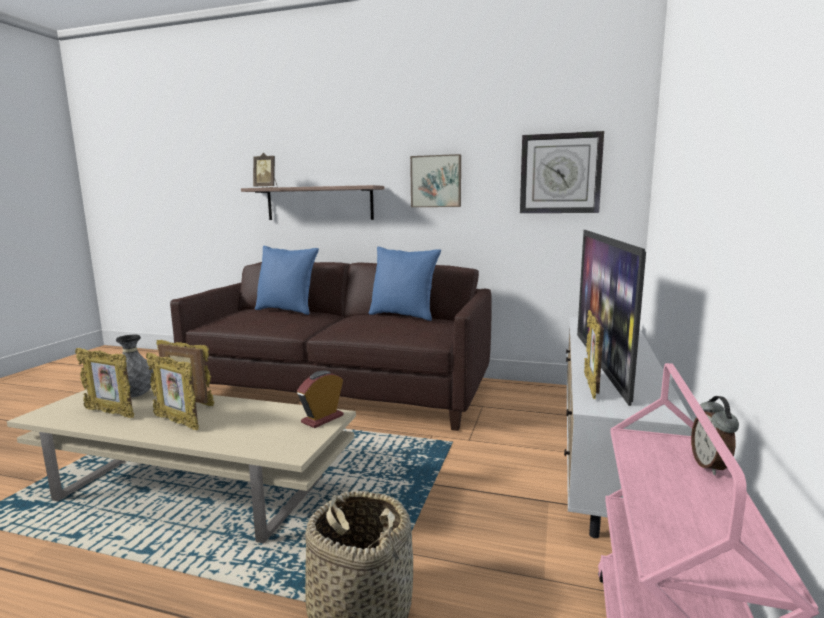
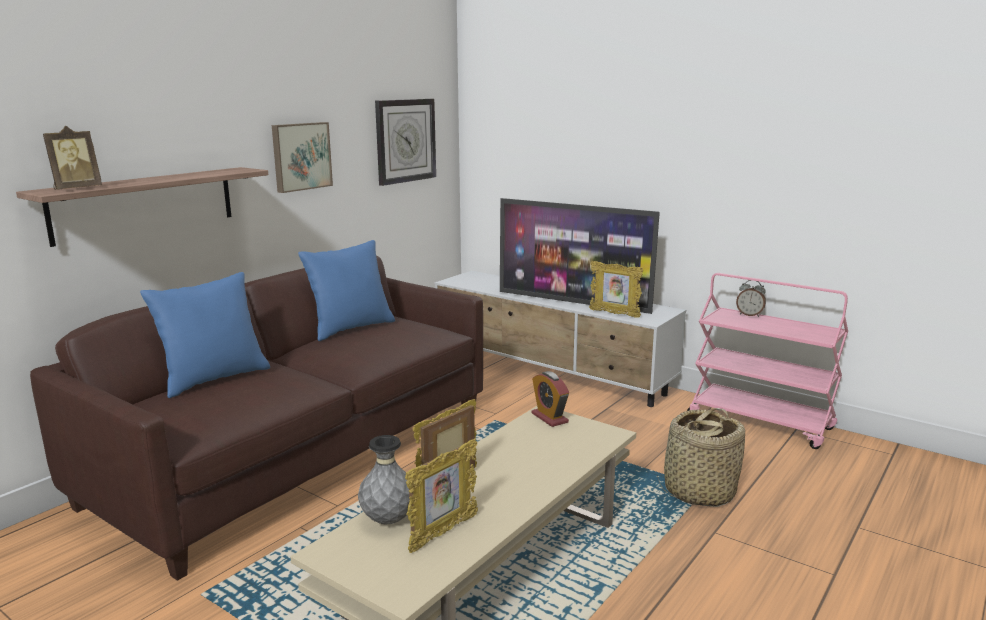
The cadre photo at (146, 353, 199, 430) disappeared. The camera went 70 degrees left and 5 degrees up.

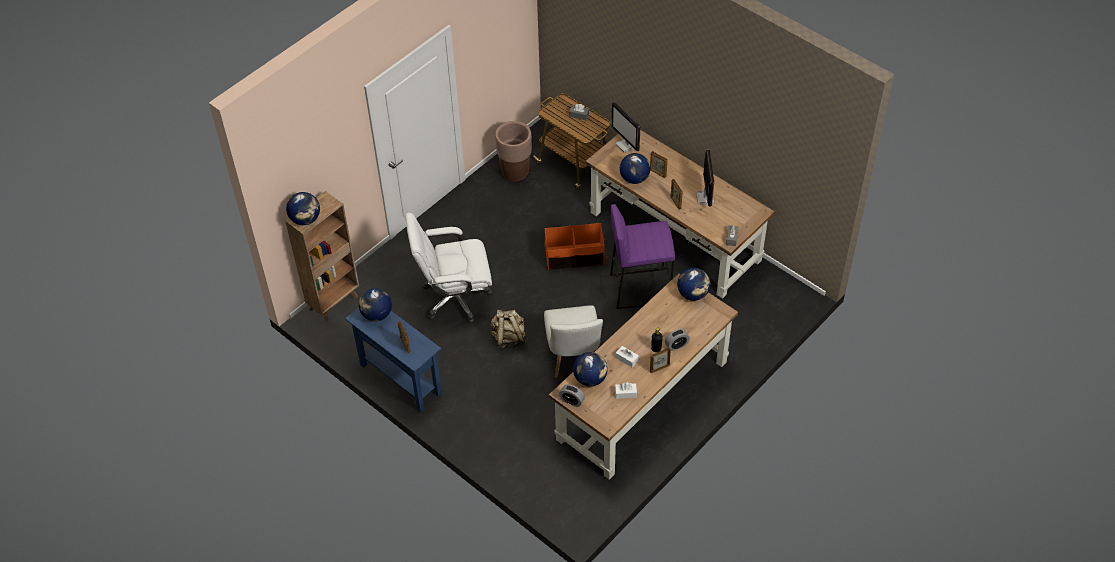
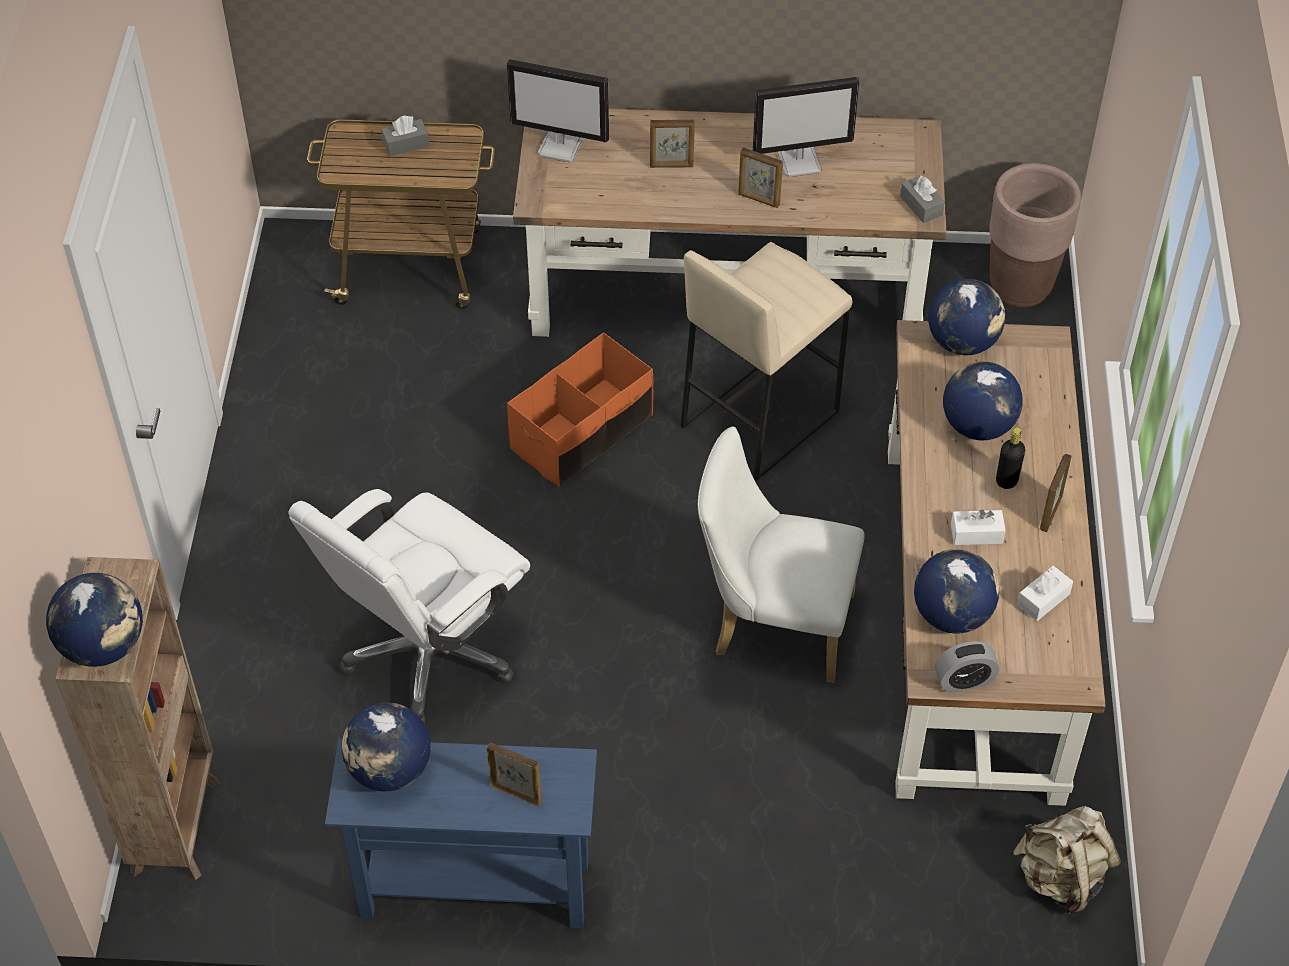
The cache-pot [marron] moved from (495, 121, 532, 182) to (989, 163, 1081, 308). The écran d'ordinateur at (696, 150, 714, 206) turned 120 degrees clockwise. The globe moved from (620, 153, 650, 184) to (943, 362, 1023, 440). The tabouret [violet] at (610, 204, 675, 309) became the tabouret [beige] at (680, 242, 852, 482). The chaise [blanc] at (544, 305, 603, 378) turned 150 degrees clockwise. The sac à dos [beige] moved from (491, 309, 528, 348) to (1013, 806, 1121, 914). The réveil at (665, 329, 690, 351) disappeared. The camera went 40 degrees left and 0 degrees up.

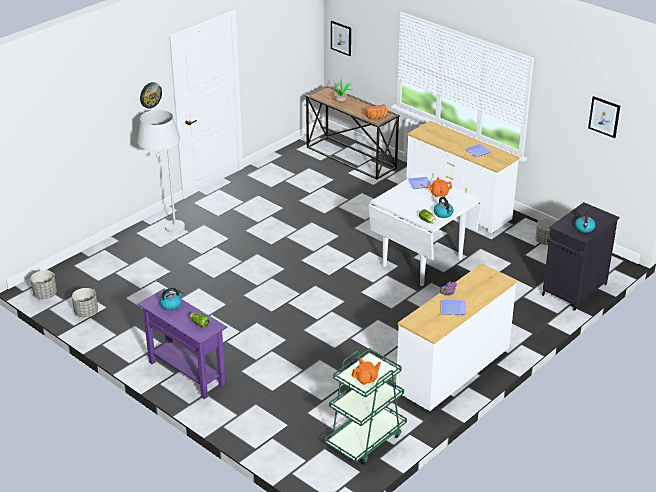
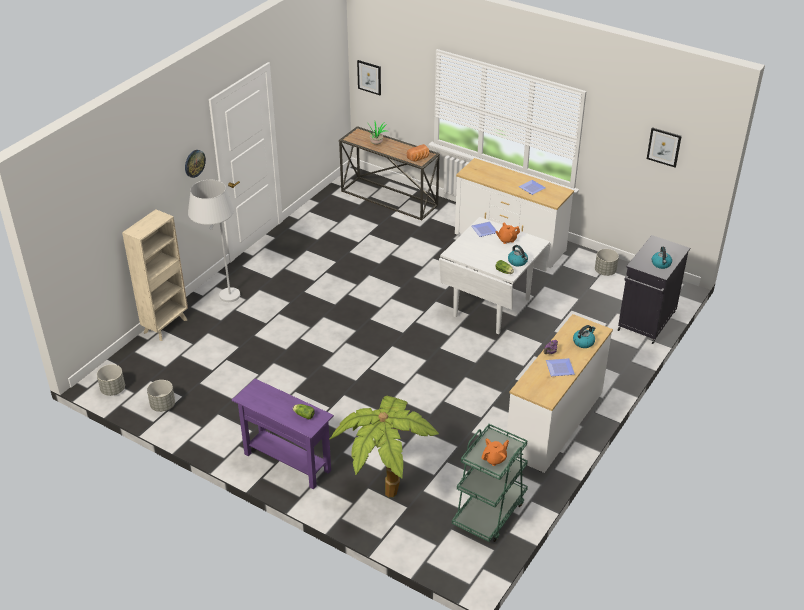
The bouilloire moved from (160, 288, 184, 311) to (573, 325, 596, 348). The bibliothèque [beige] at (122, 209, 188, 341) appeared. The plante en pot at (330, 396, 439, 497) appeared. The camera went 10 degrees left and 5 degrees up.

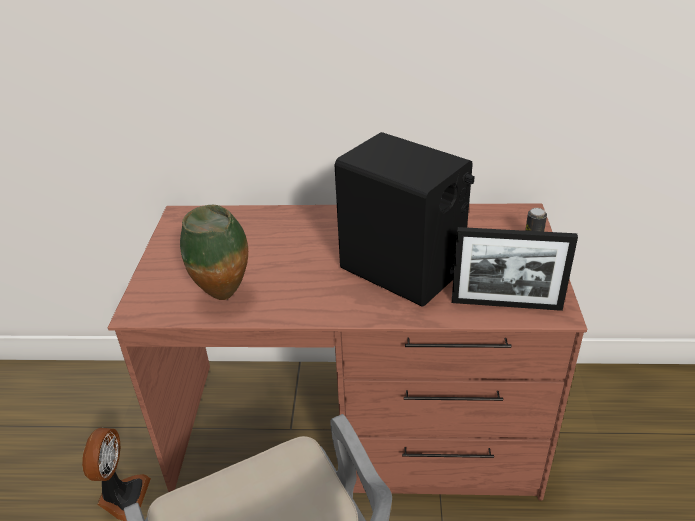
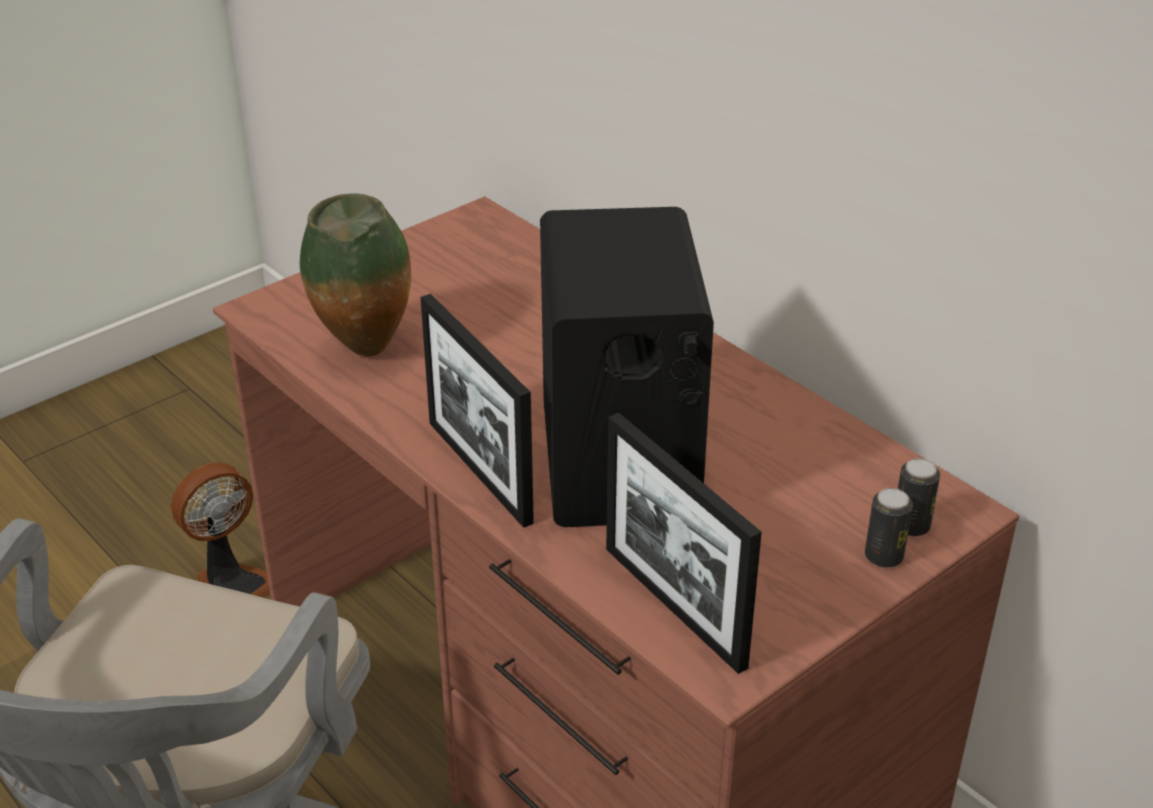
The cadre photo at (420, 294, 534, 528) appeared. The boîte métallique at (898, 458, 940, 536) appeared. The camera went 45 degrees right and 0 degrees up.

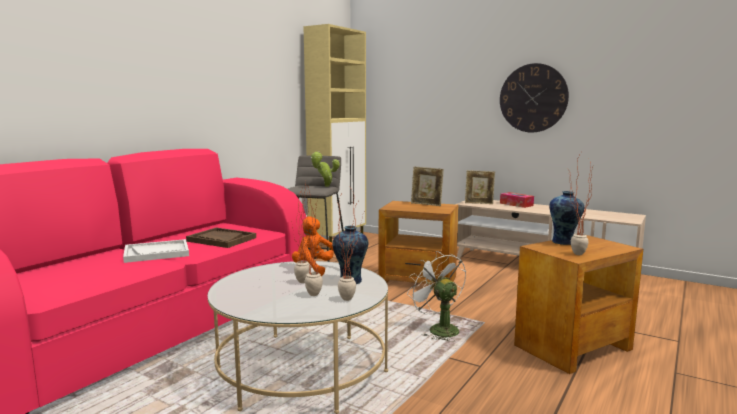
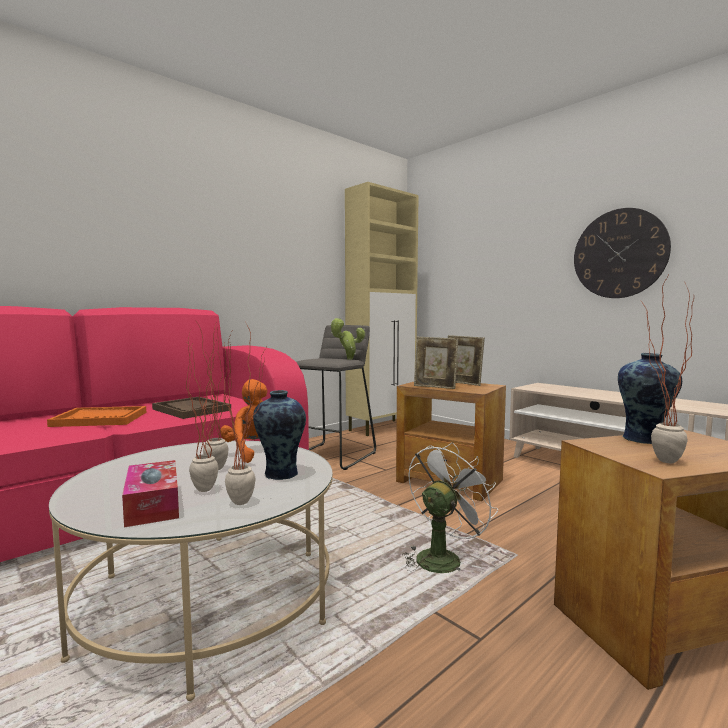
The cadre photo moved from (465, 170, 495, 204) to (414, 337, 458, 389). The boîte à mouchoirs moved from (500, 192, 534, 208) to (122, 460, 179, 527). The plateau [blanc] at (123, 239, 189, 263) became the plateau [orange] at (47, 406, 146, 427). The ventilateur [blanc] at (407, 251, 466, 342) turned 60 degrees clockwise. The camera went 15 degrees right and 5 degrees down.

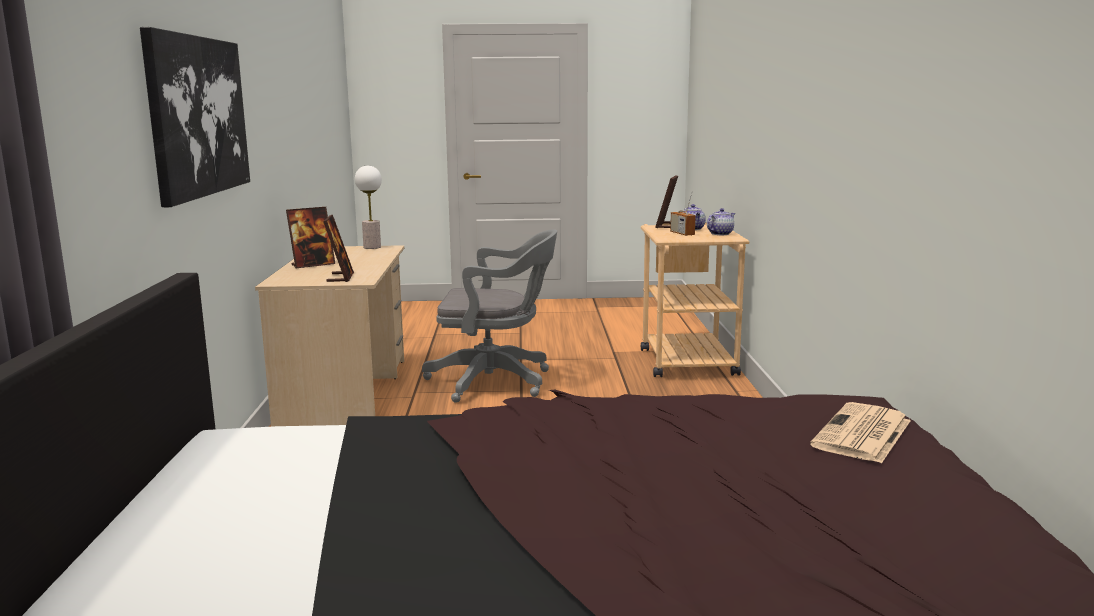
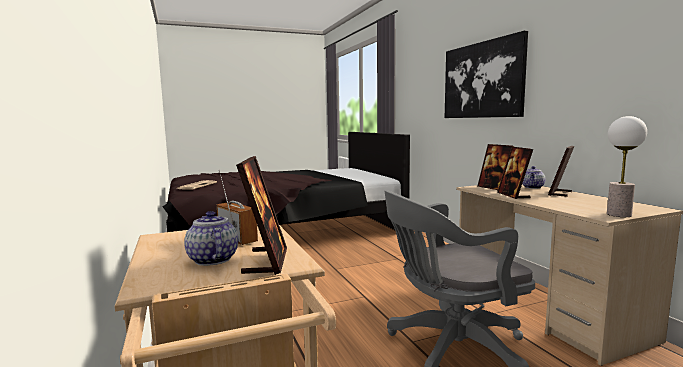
The théière moved from (707, 208, 735, 235) to (522, 166, 546, 189). The cadre photo at (497, 147, 533, 199) appeared. The camera went 160 degrees right and 5 degrees down.

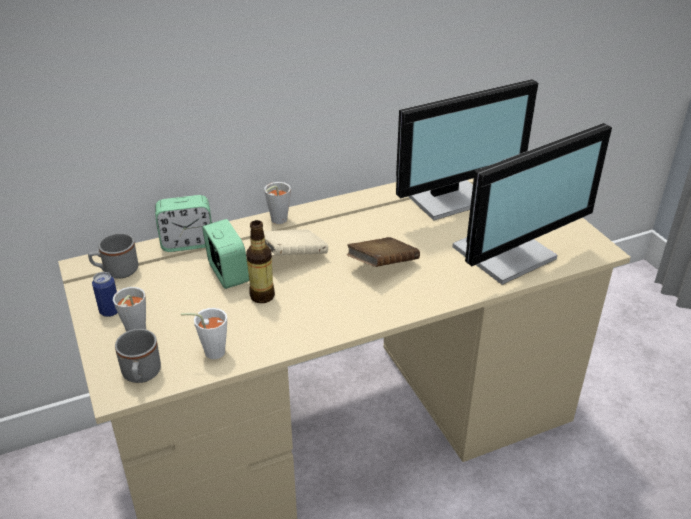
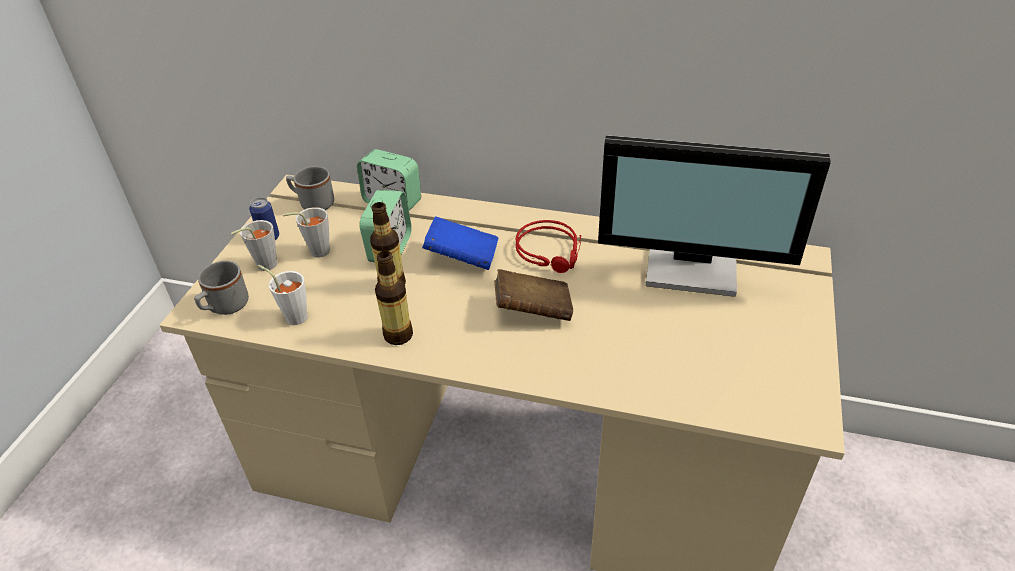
The écran d'ordinateur at (452, 123, 612, 285) disappeared. The tasse [gris] moved from (264, 182, 291, 224) to (283, 207, 330, 258). The livre [beige] at (264, 230, 328, 256) became the livre [bleu] at (422, 216, 498, 270). The casque audio [rouge] at (516, 220, 581, 273) appeared. The bouteille at (375, 251, 413, 345) appeared. The camera went 40 degrees right and 5 degrees up.

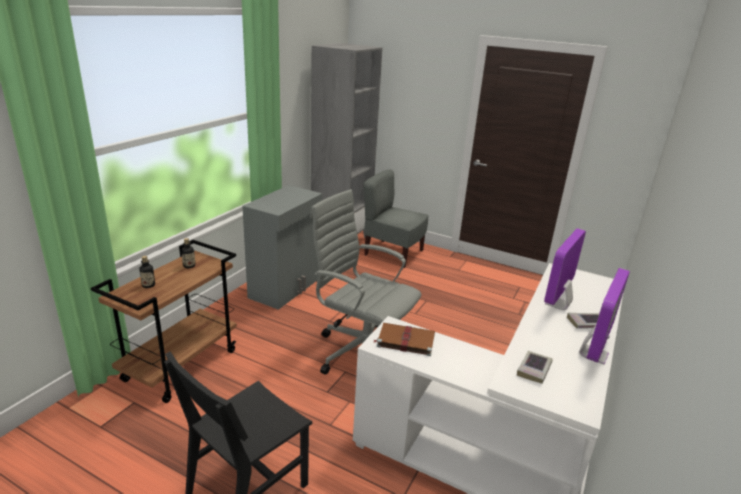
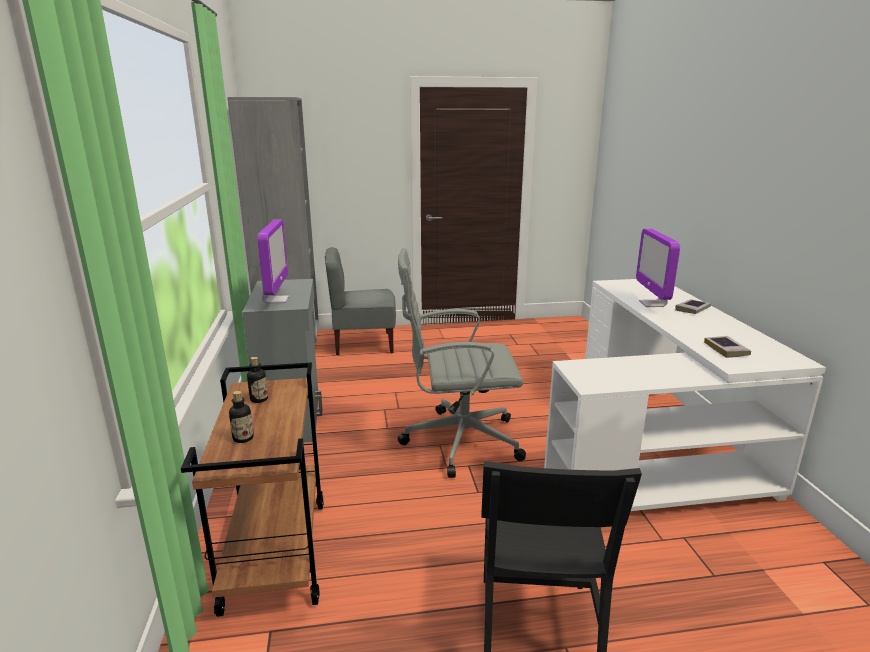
The écran d'ordinateur moved from (579, 268, 630, 364) to (257, 220, 289, 303). The livre [marron] at (374, 323, 435, 356) disappeared. The camera went 35 degrees left and 5 degrees down.

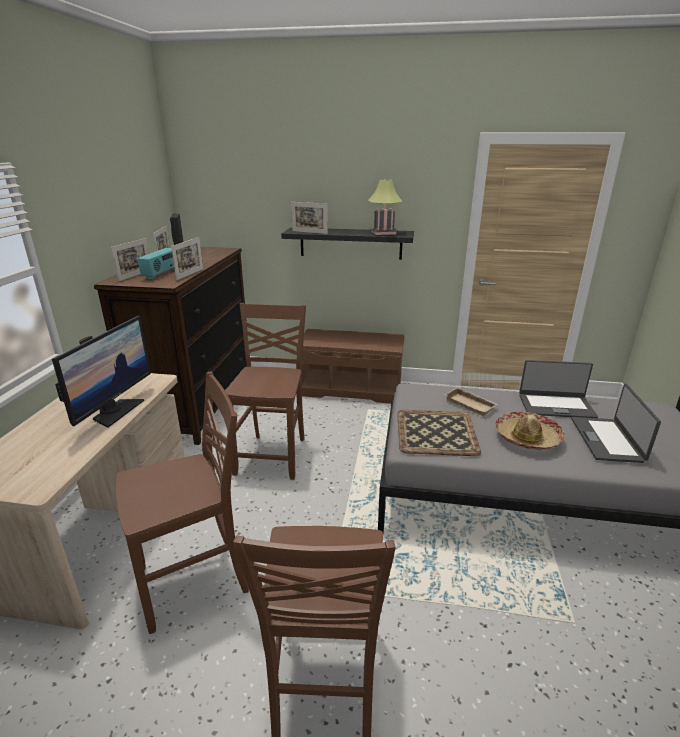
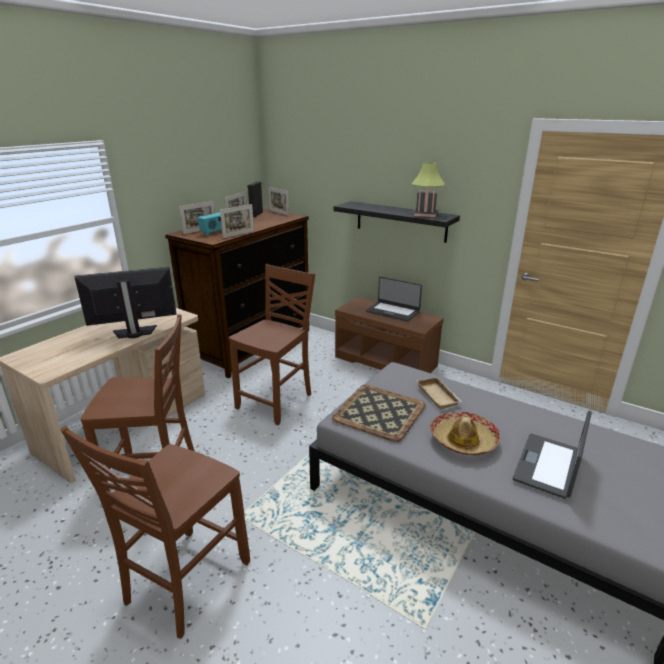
The cadre photo moved from (291, 202, 328, 234) to (268, 187, 289, 216). The écran d'ordinateur at (52, 316, 151, 428) turned 150 degrees counterclockwise. The ordinateur portable moved from (519, 360, 598, 418) to (366, 277, 422, 322). The camera went 25 degrees right and 0 degrees up.

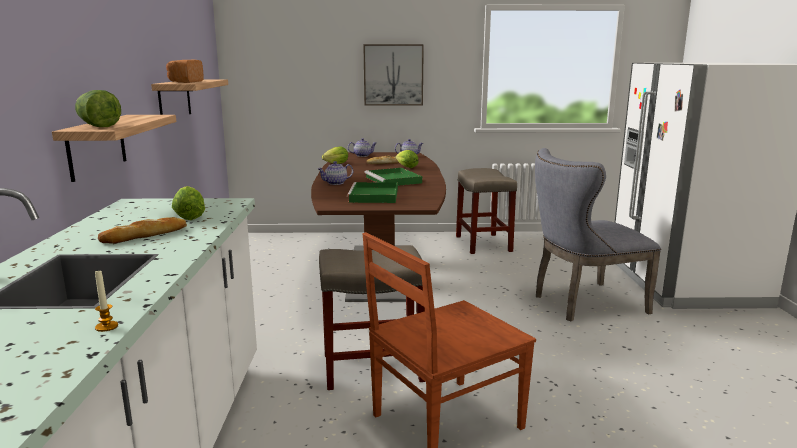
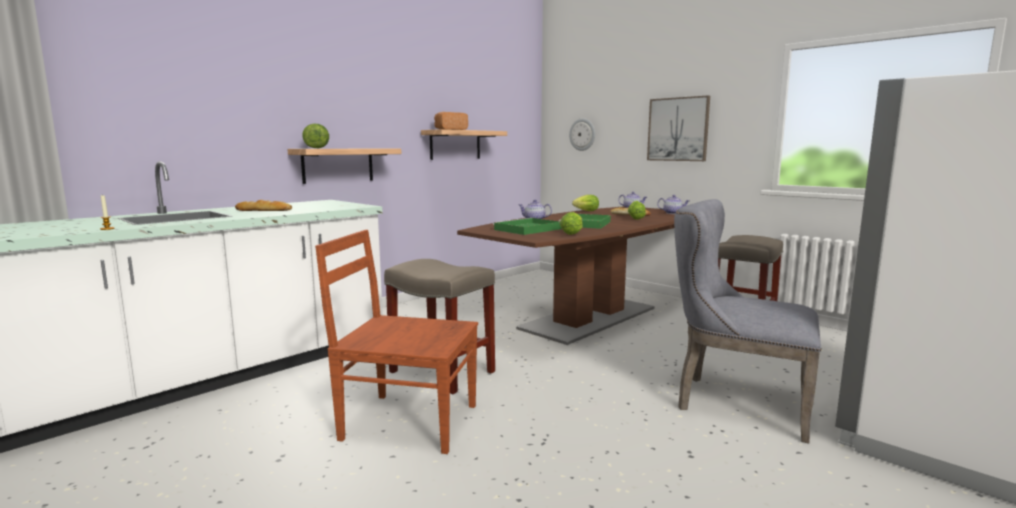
The laitue moved from (172, 186, 205, 220) to (559, 212, 583, 235). The horloge murale at (569, 118, 595, 151) appeared. The camera went 45 degrees right and 5 degrees down.

